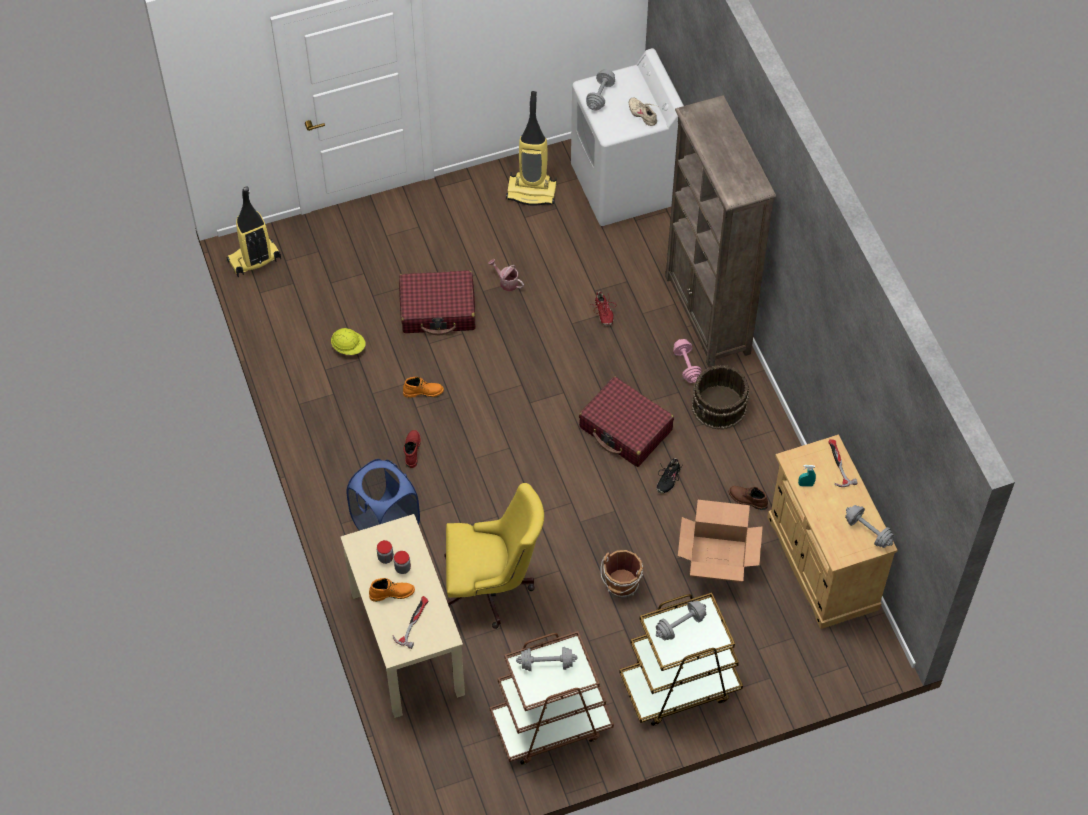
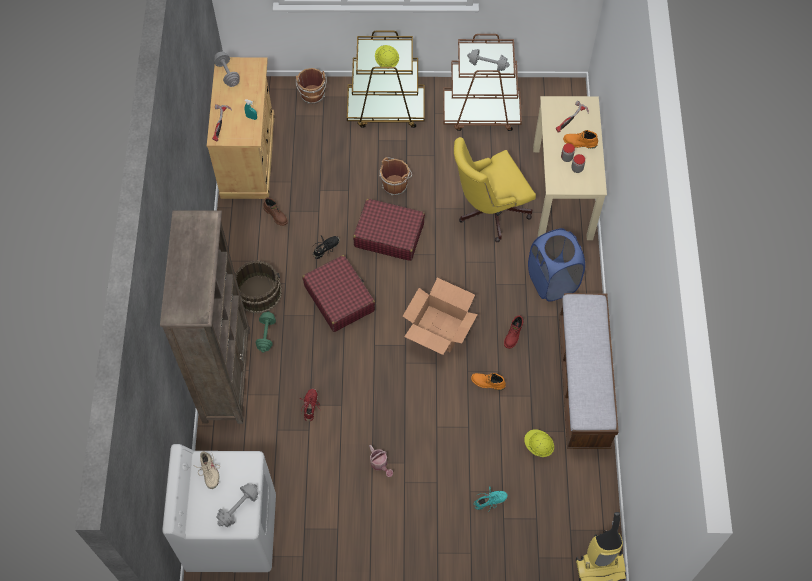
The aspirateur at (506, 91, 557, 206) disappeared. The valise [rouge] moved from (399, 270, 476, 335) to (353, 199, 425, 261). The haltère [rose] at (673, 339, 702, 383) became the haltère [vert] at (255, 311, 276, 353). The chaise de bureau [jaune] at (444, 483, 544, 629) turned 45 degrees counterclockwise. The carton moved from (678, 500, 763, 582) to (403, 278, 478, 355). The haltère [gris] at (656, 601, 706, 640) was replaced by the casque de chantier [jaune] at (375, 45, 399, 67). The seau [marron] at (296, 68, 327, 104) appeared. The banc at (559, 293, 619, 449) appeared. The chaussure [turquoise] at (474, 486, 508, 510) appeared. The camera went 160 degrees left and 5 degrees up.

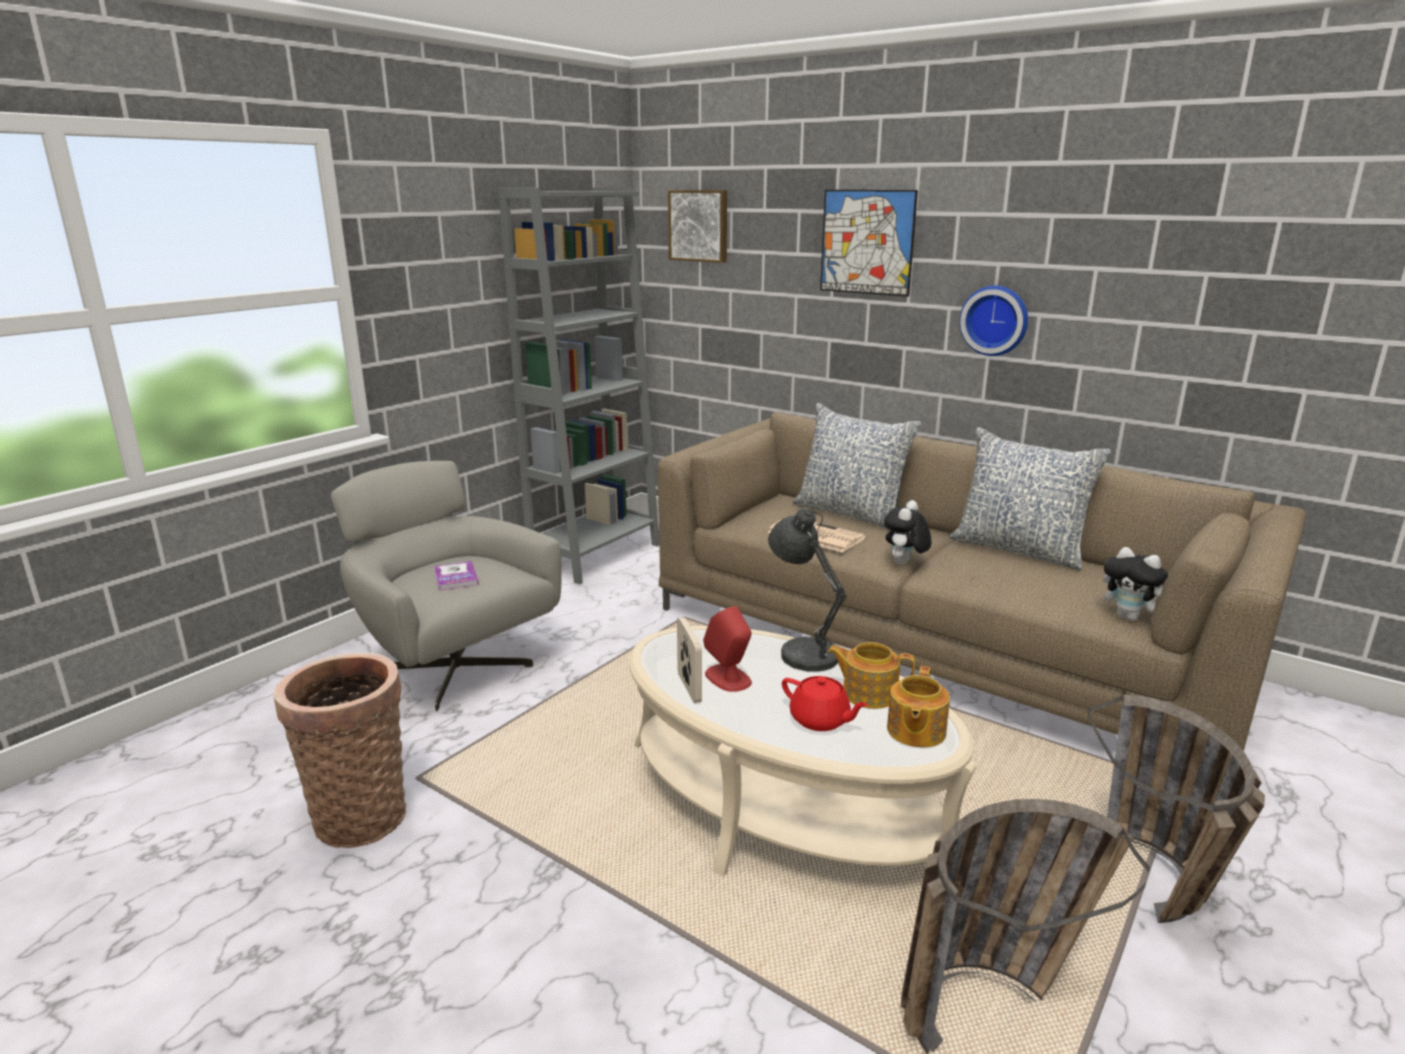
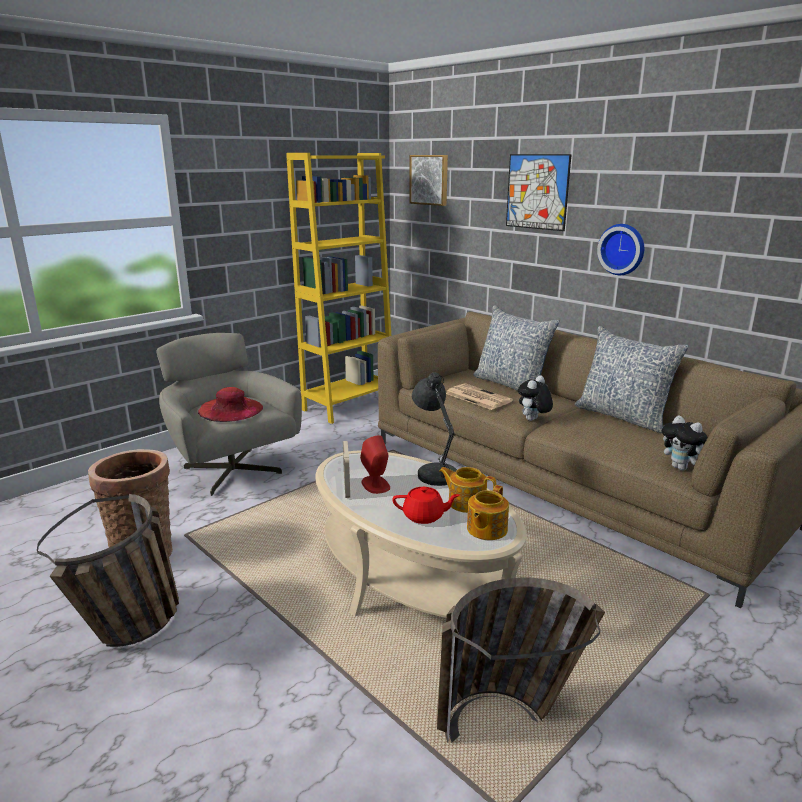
The bibliothèque [gris] at (499, 187, 659, 584) became the bibliothèque [jaune] at (286, 153, 391, 424). The livre at (434, 561, 479, 591) was replaced by the chapeau [rouge] at (198, 387, 263, 422). The théière [rouge] at (782, 676, 868, 731) turned 45 degrees counterclockwise. The panier moved from (1087, 694, 1265, 923) to (37, 494, 179, 647). The camera went 10 degrees right and 0 degrees up.

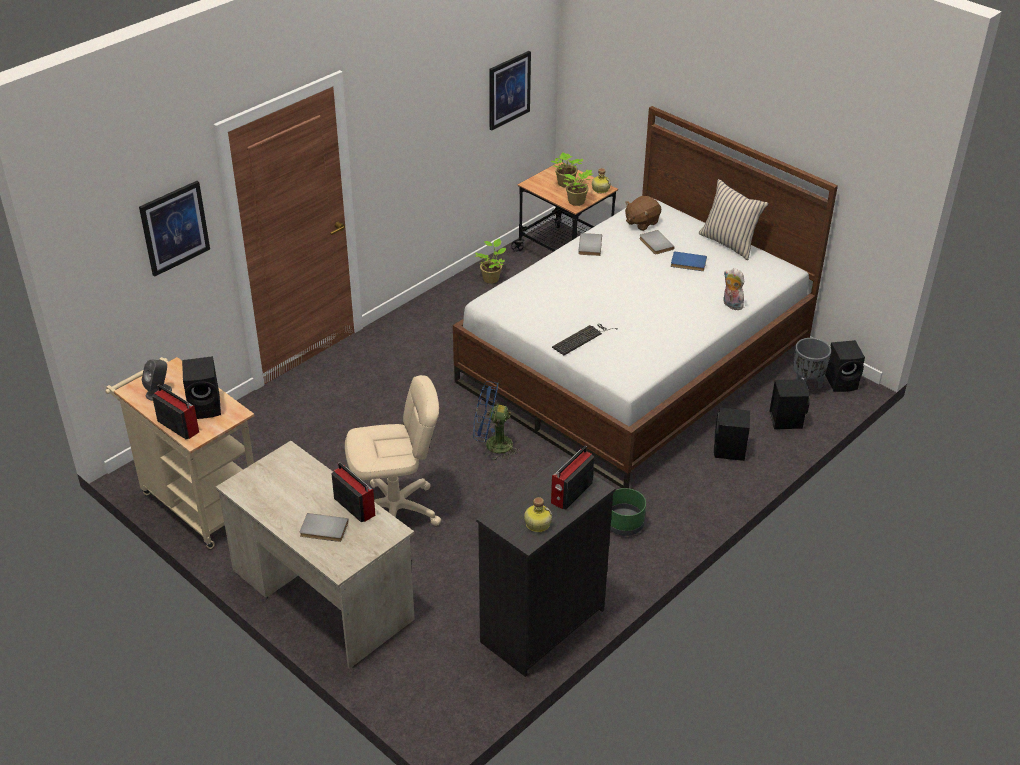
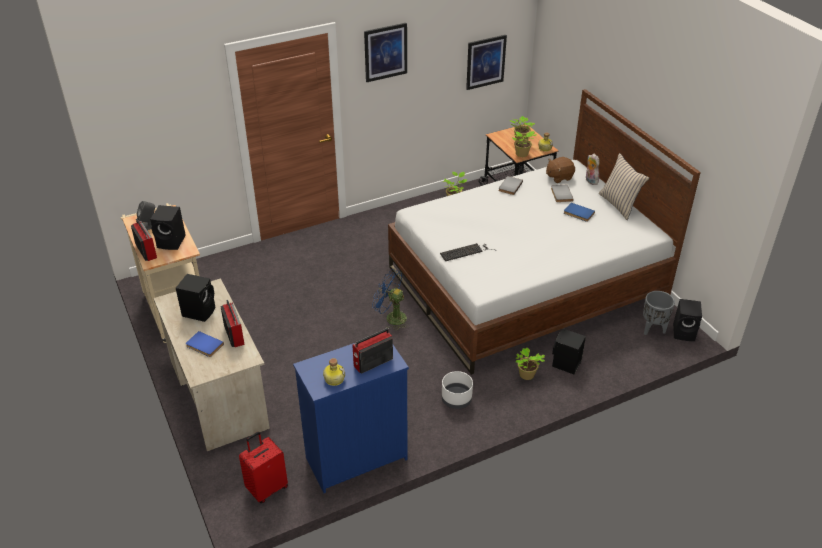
The tableau moved from (139, 181, 210, 277) to (364, 23, 407, 82). The peluche moved from (723, 268, 744, 310) to (586, 154, 600, 185). The chaise de bureau [beige] at (345, 375, 441, 526) disappeared. The enceinte [noir] moved from (769, 379, 809, 429) to (176, 274, 215, 322). The commode [noir] at (476, 456, 616, 677) became the commode [bleu] at (293, 343, 409, 493). The cache-pot [vert] at (610, 488, 646, 536) became the cache-pot [blanc] at (442, 371, 473, 409). The livre [gris] at (300, 513, 349, 542) became the livre [bleu] at (186, 331, 224, 357). The plante en pot at (516, 347, 545, 380) appeared. The valise [rouge] at (239, 432, 288, 503) appeared. The camera went 20 degrees right and 0 degrees up.

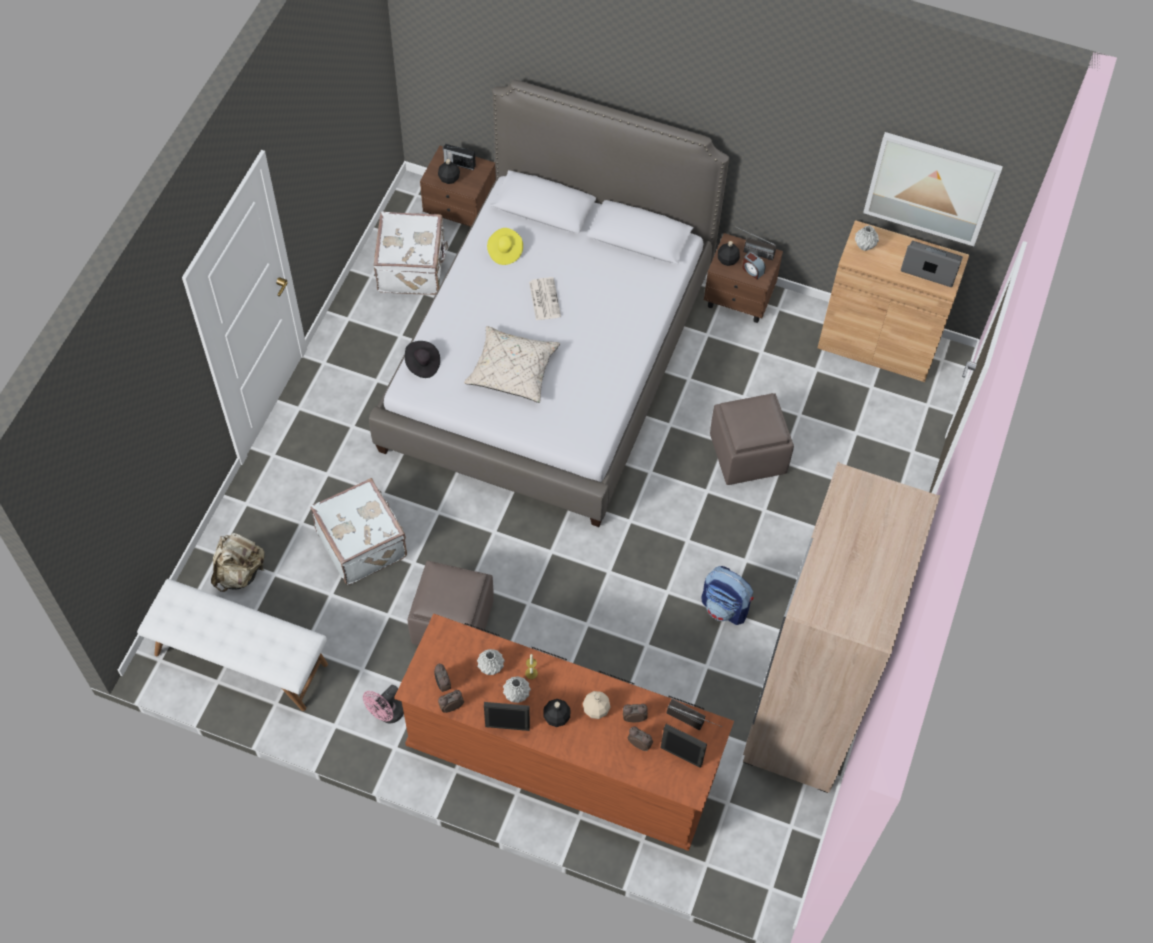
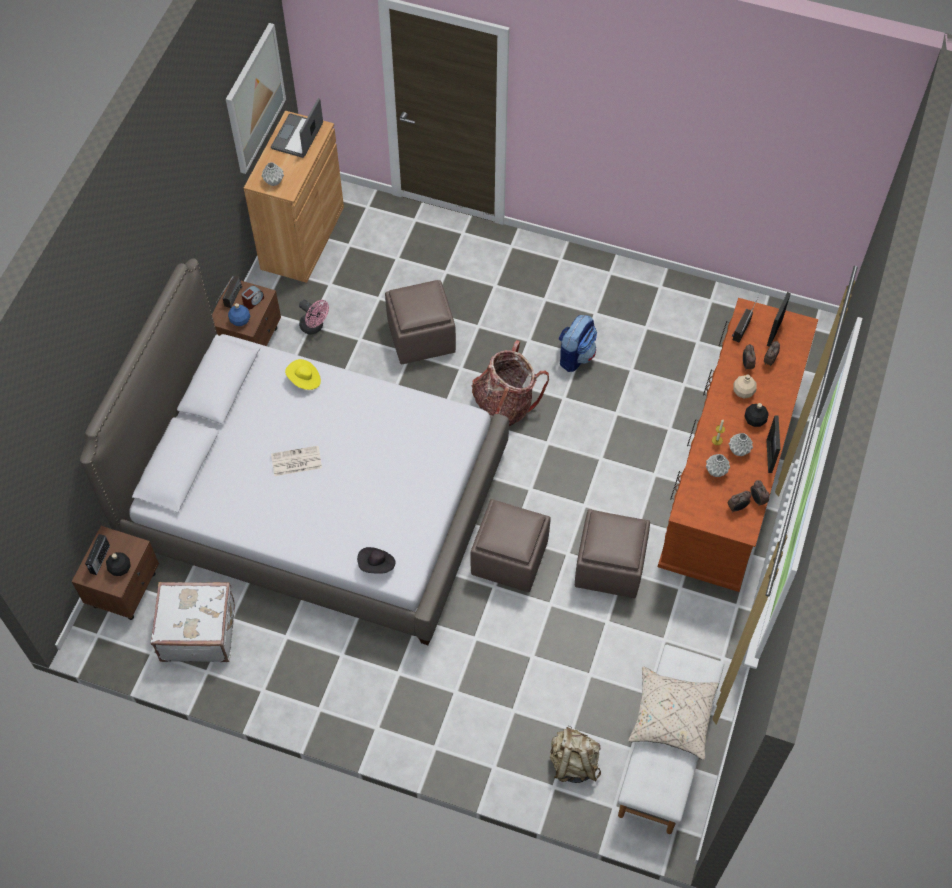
The chapeau [jaune] moved from (487, 228, 523, 265) to (285, 359, 321, 390). The bouteille [noir] at (718, 241, 740, 266) became the bouteille [bleu] at (228, 303, 250, 326). The coussin [beige] moved from (464, 326, 560, 403) to (628, 667, 719, 760). The armoire [beige] at (743, 462, 940, 793) disappeared. The valise [blanc] at (310, 478, 407, 585) disappeared. The ventilateur [rose] moved from (363, 685, 404, 723) to (299, 300, 329, 335). The sac à dos at (472, 340, 549, 426) appeared. The pouf [marron] at (470, 499, 550, 592) appeared. The camera went 90 degrees left and 0 degrees up.

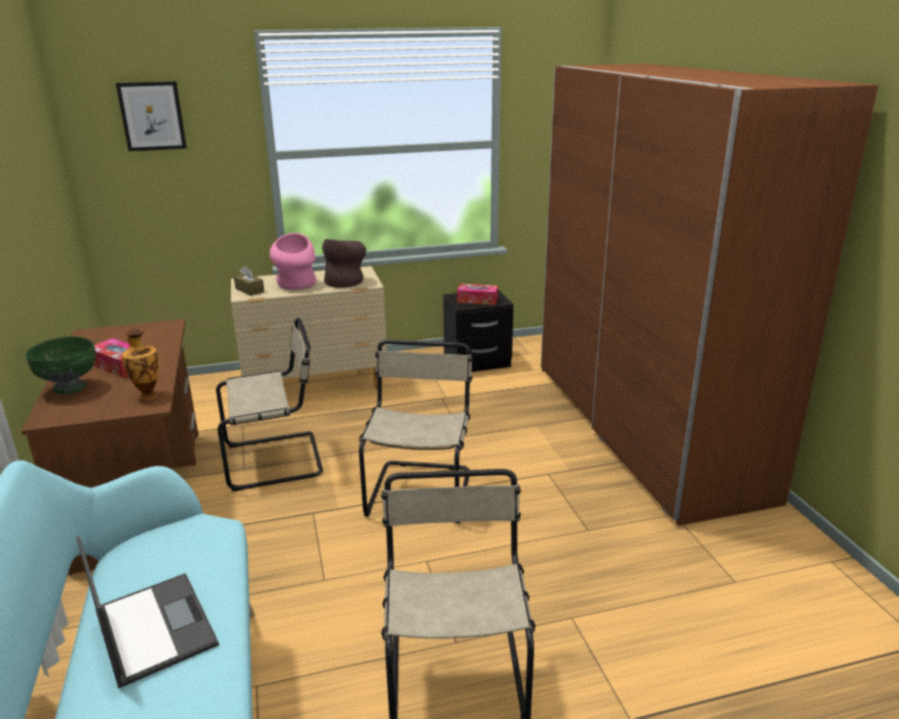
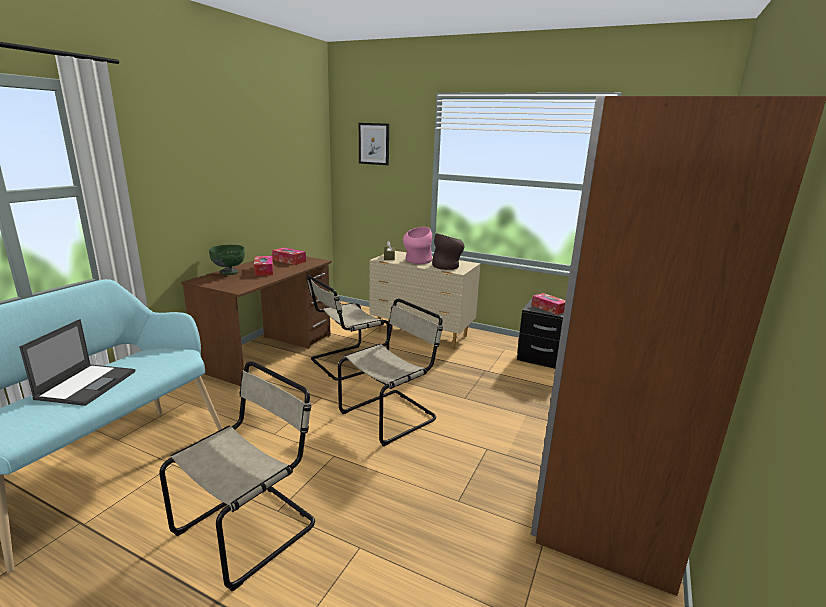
The chaise [beige] at (216, 318, 323, 491) turned 120 degrees clockwise. The vase at (122, 329, 159, 400) disappeared. The boîte à mouchoirs at (272, 247, 306, 265) appeared. The camera went 40 degrees right and 5 degrees down.

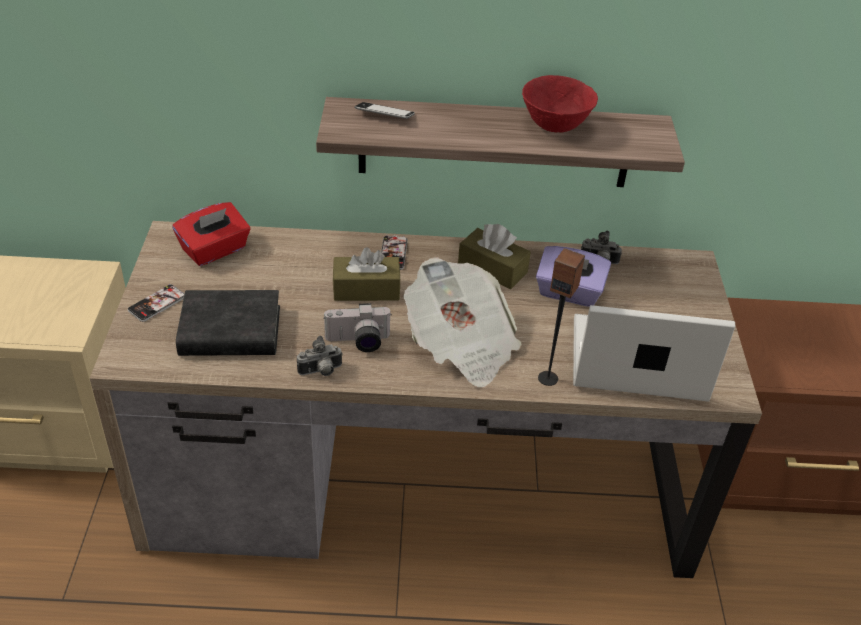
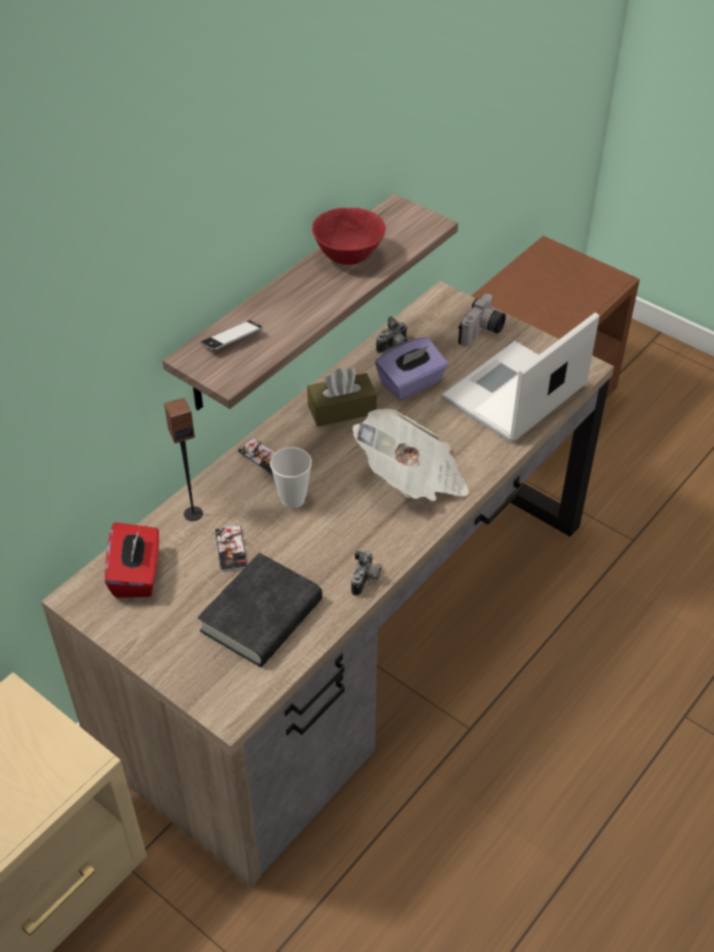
The boîte à mouchoirs [marron] at (333, 247, 401, 301) was replaced by the tasse at (270, 447, 312, 508). The enceinte moved from (538, 248, 585, 386) to (164, 397, 203, 521). The téléphone moved from (127, 284, 185, 322) to (215, 525, 248, 572). The appareil photo moved from (323, 303, 391, 352) to (458, 294, 506, 347). The camera went 50 degrees left and 5 degrees up.

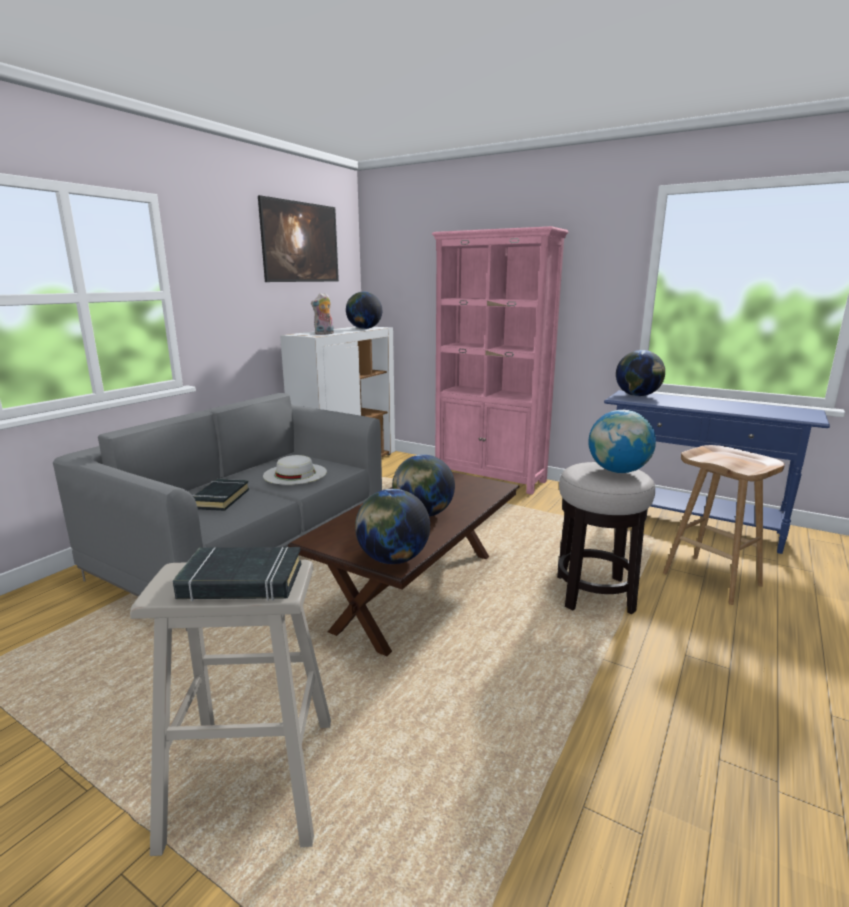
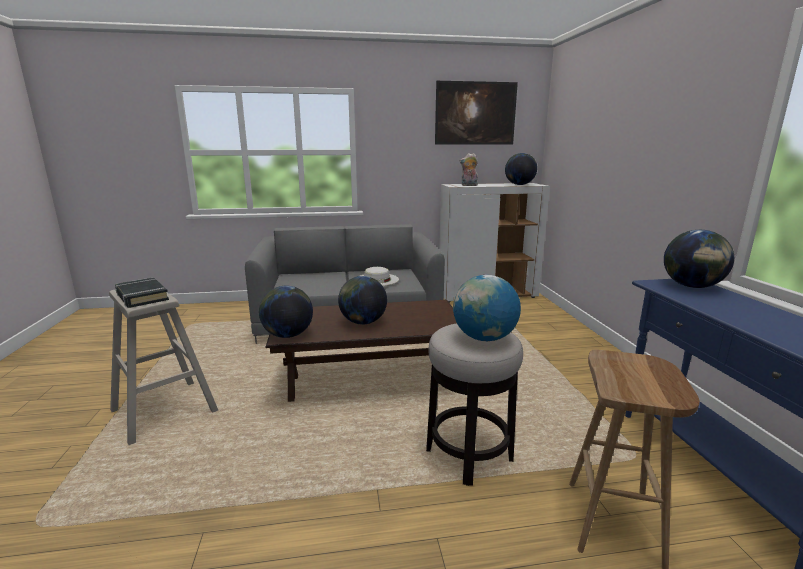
The bibliothèque [rose] at (432, 226, 568, 495) disappeared. The livre [noir] at (192, 479, 249, 511) disappeared. The camera went 50 degrees right and 0 degrees up.

